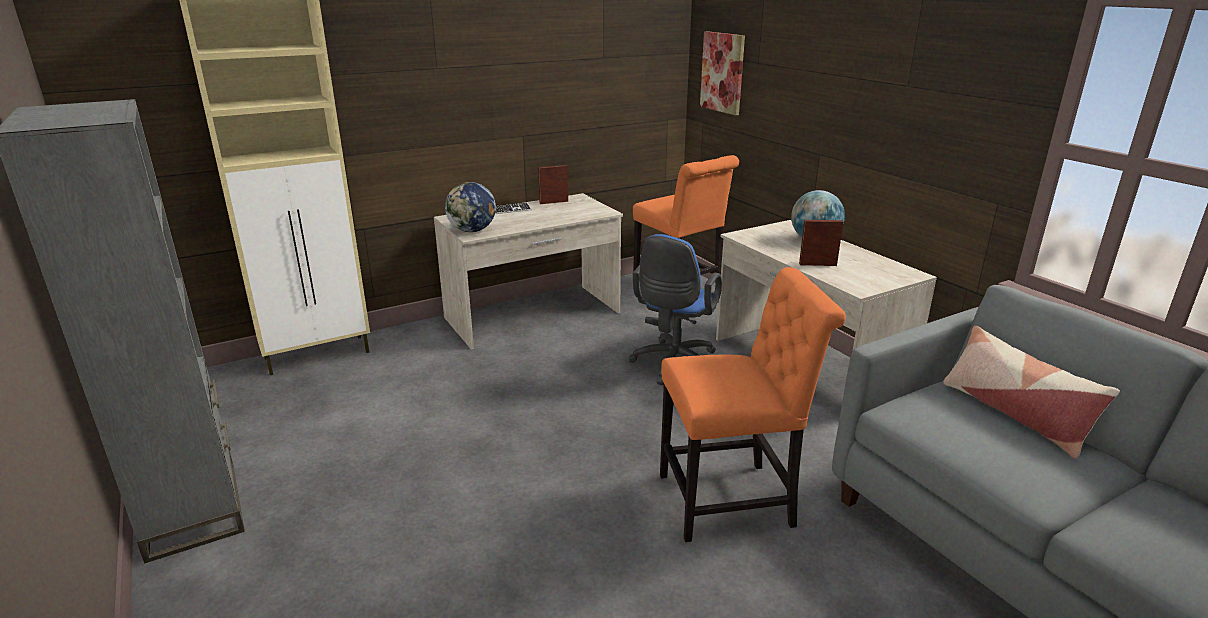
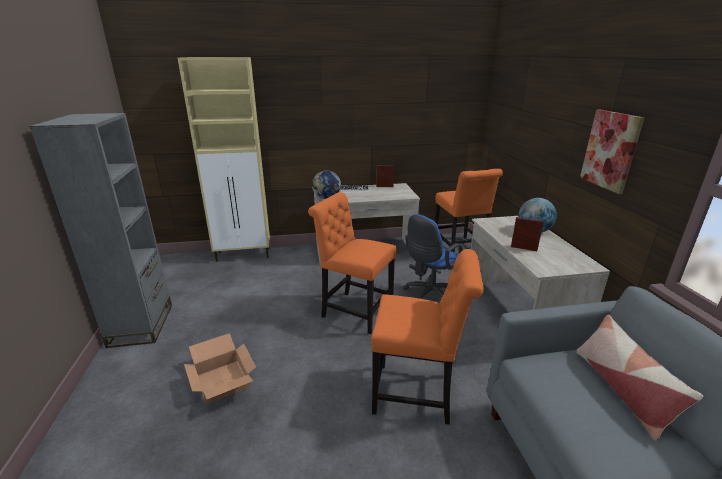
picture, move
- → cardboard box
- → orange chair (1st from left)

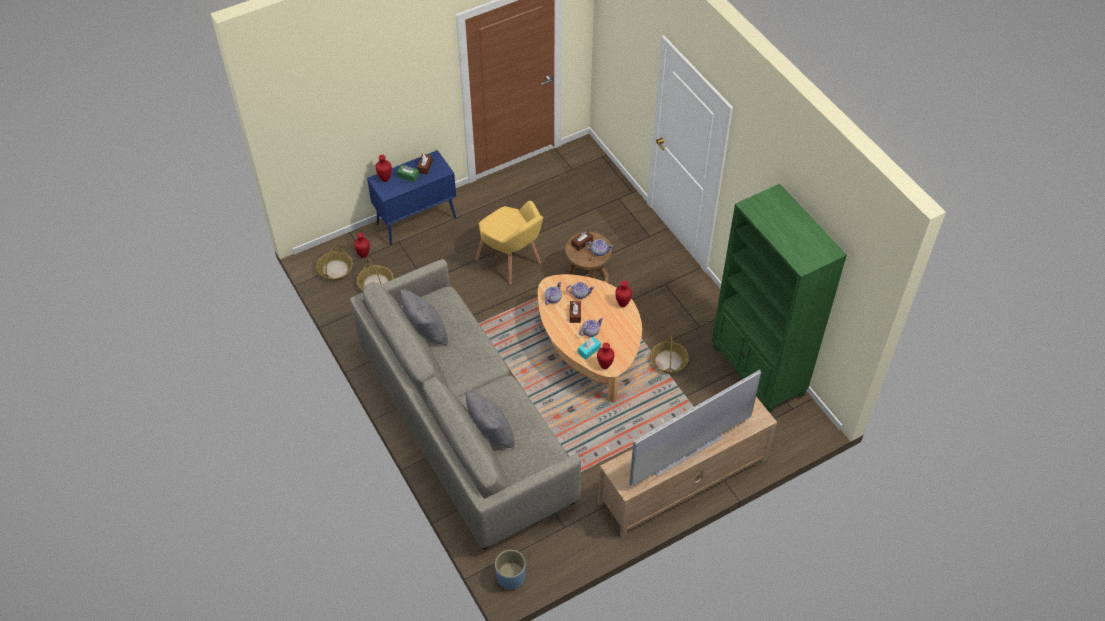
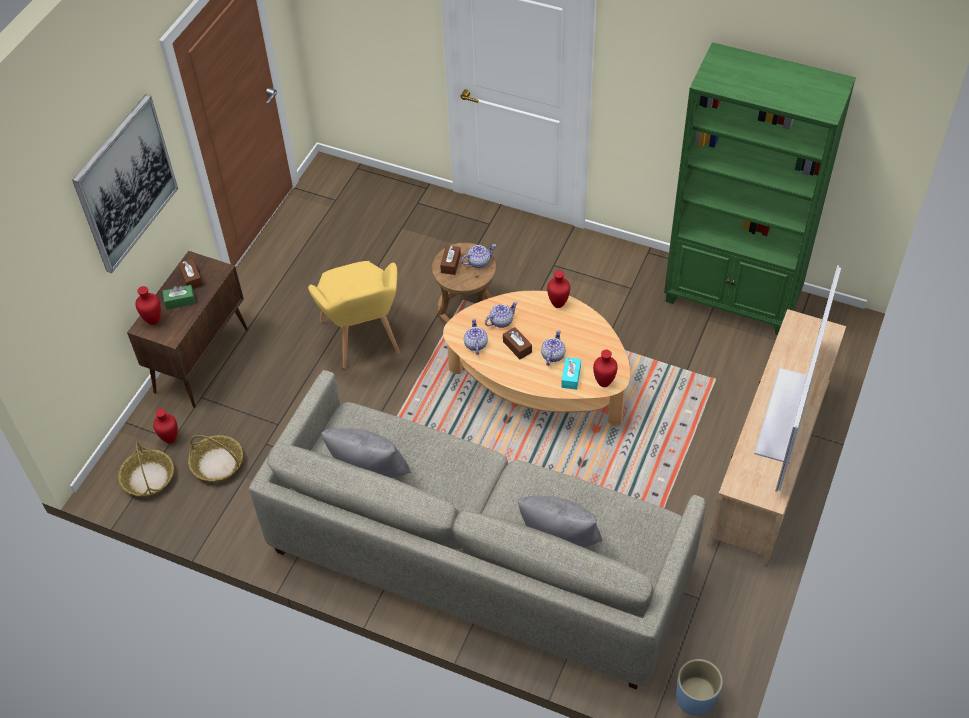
blue cabinet → brown cabinet
yellow armchair, 60 degrees clockwise
basket (3rd from left) → -
- → picture

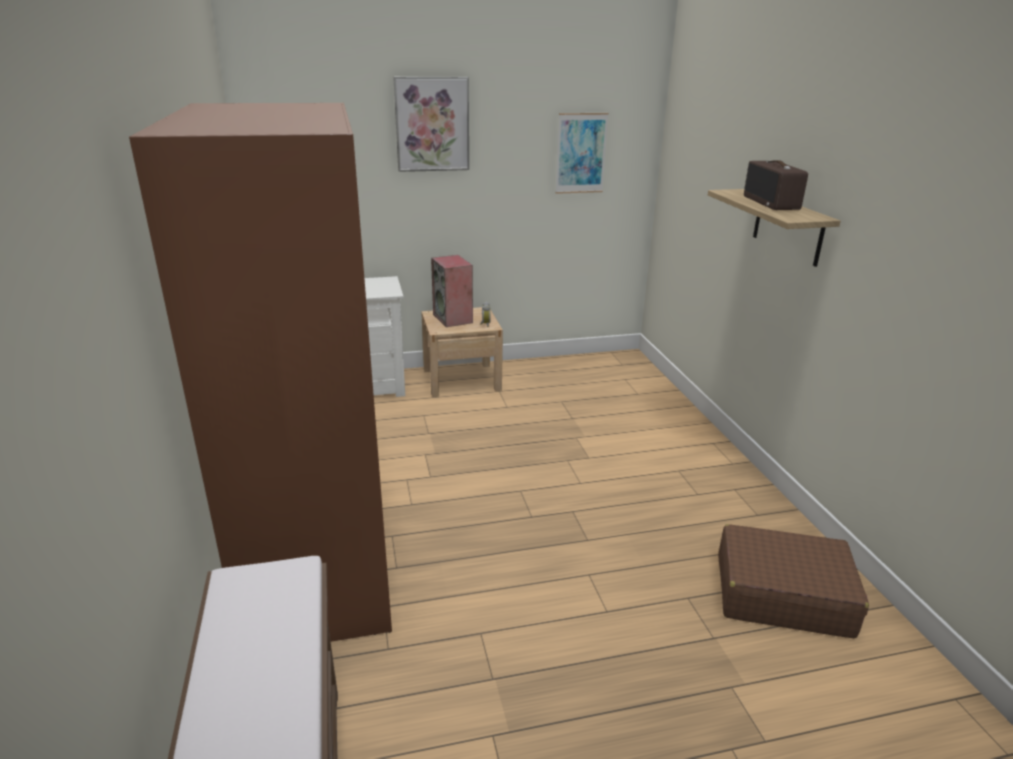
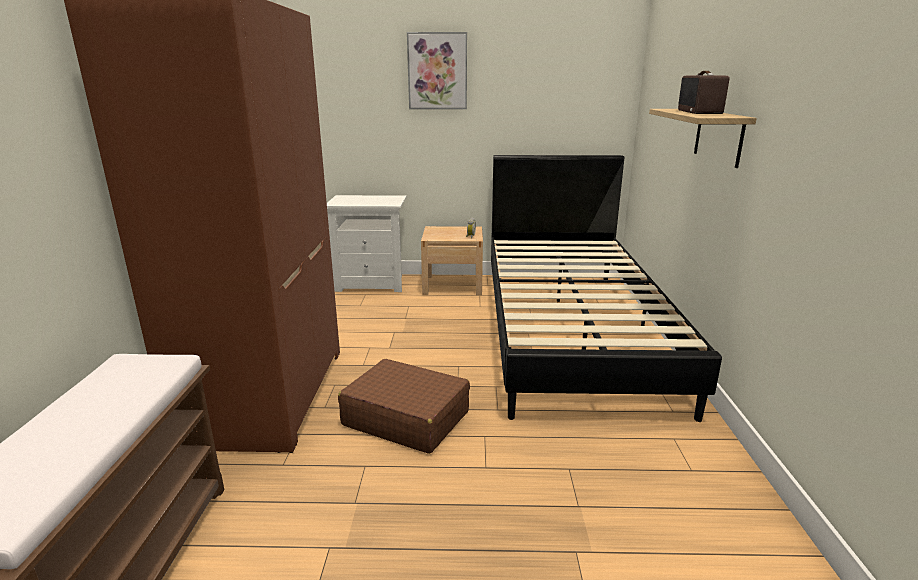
speaker → -
picture (2nd from left) → -
brown suitcase, move
- → black bed

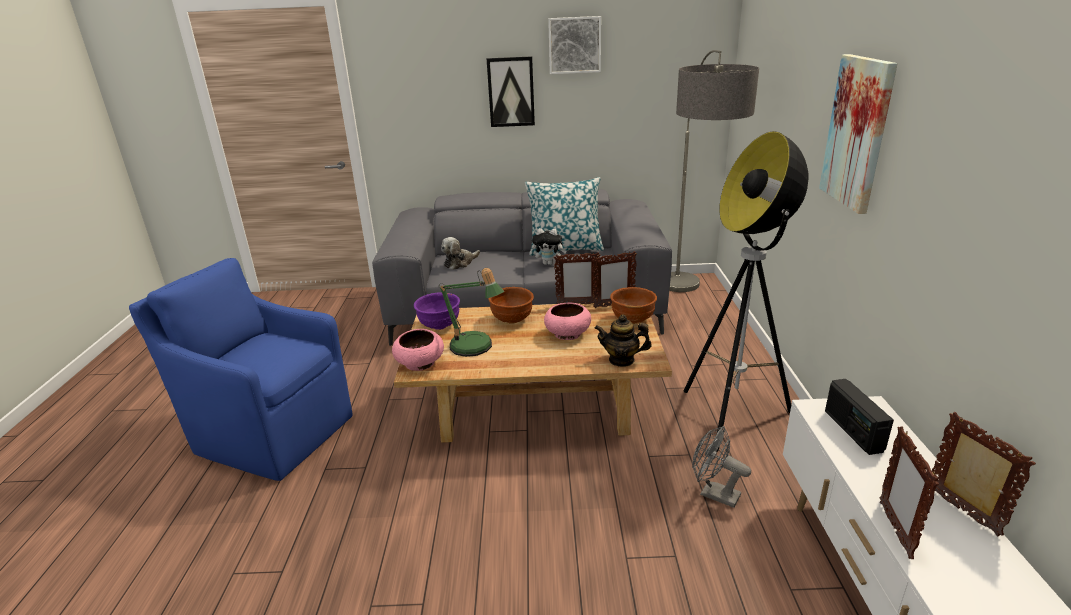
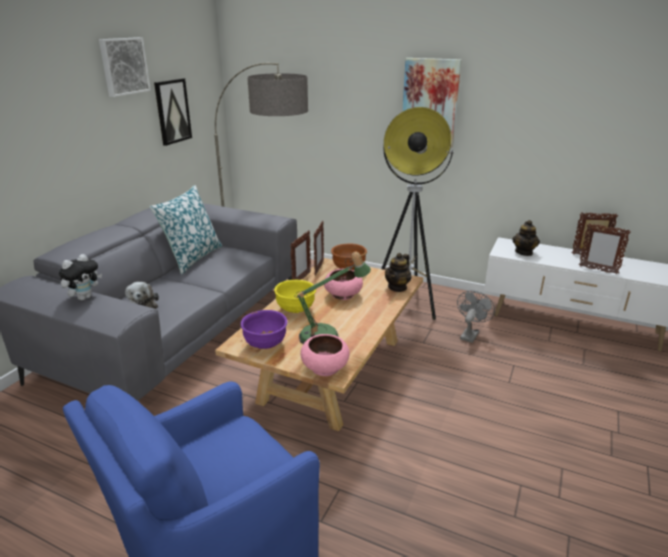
picture (1st from left in the first image) → picture (2nd from left), move
brown bowl (1st from left) → yellow bowl
plush toy (2nd from left in the first image) → plush toy (1st from left), move
grey fan, 150 degrees clockwise
radio → teapot (2nd from left)

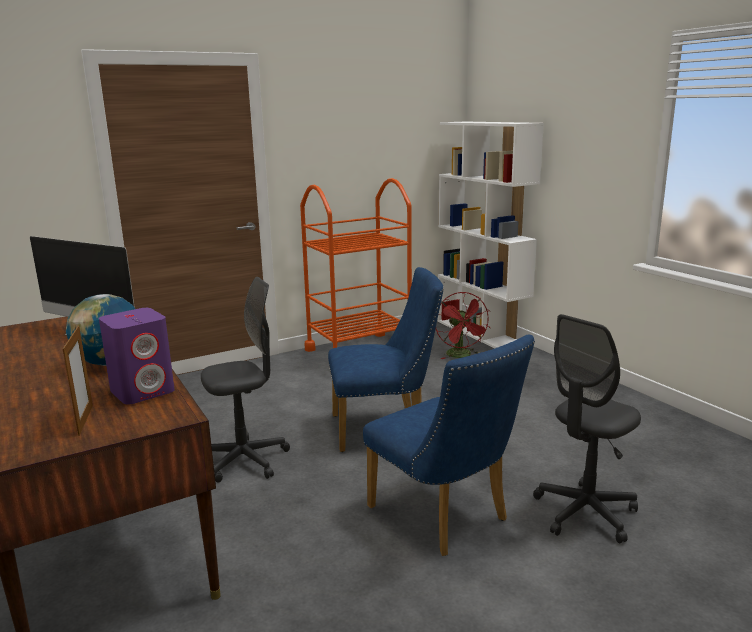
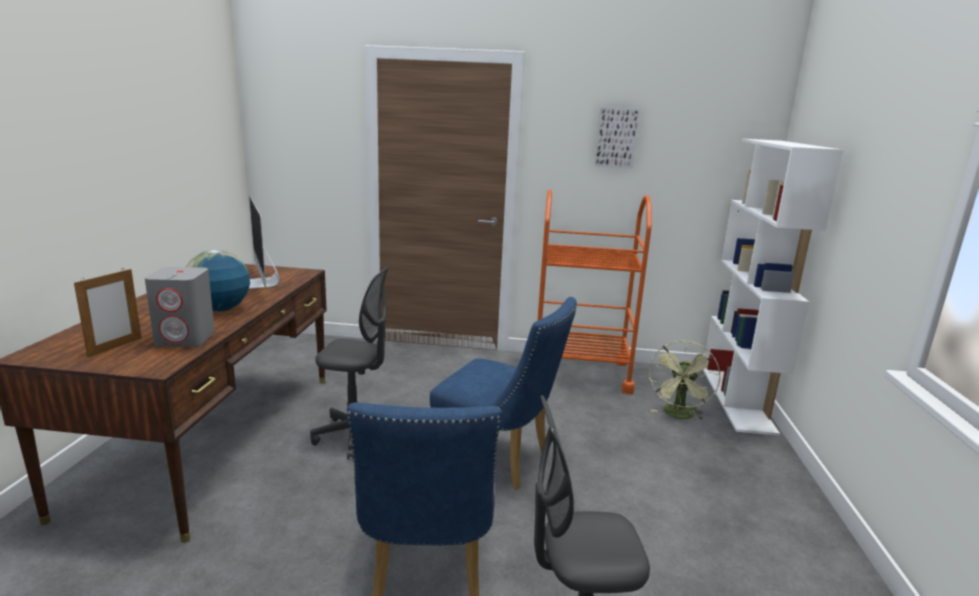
purple speaker → grey speaker
red fan → green fan
- → picture

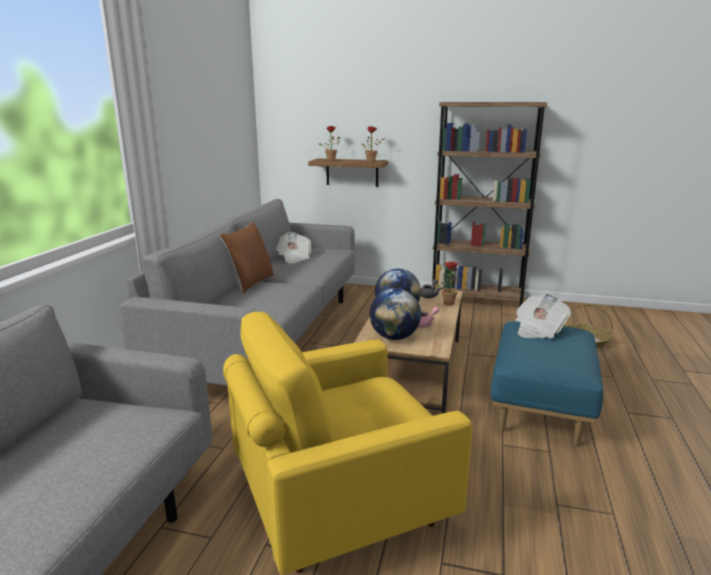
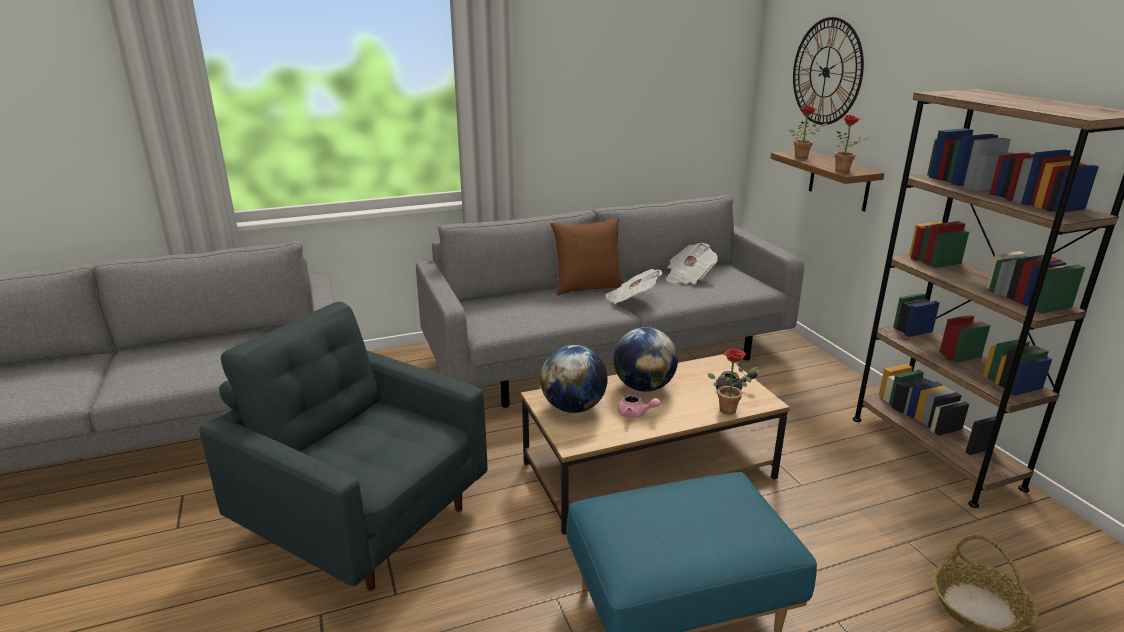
yellow armchair → grey armchair
newspaper (2nd from left in the first image) → newspaper (1st from left), move
- → wall clock

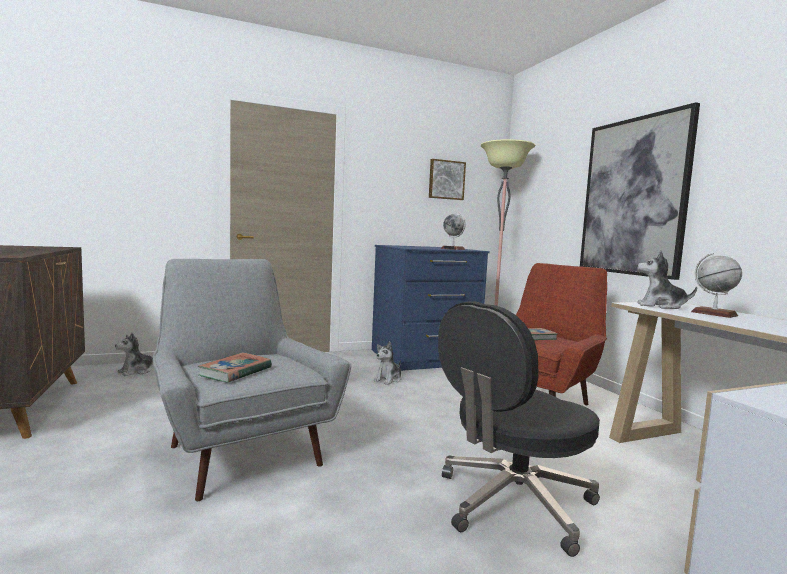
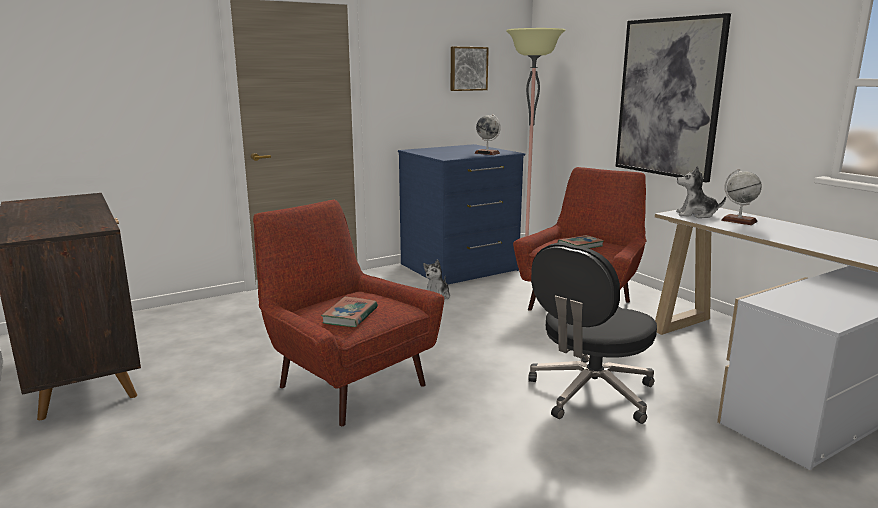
plush toy (1st from left) → -
grey armchair → red armchair (1st from left)

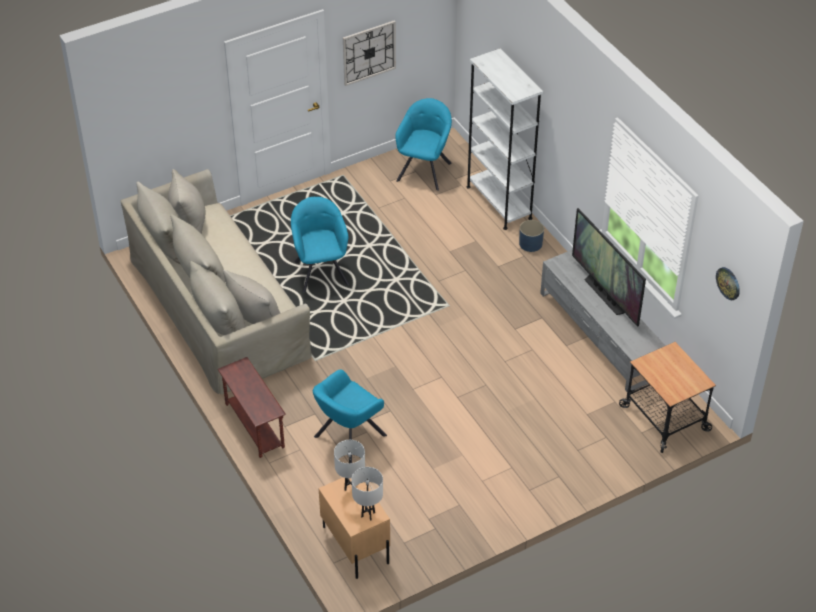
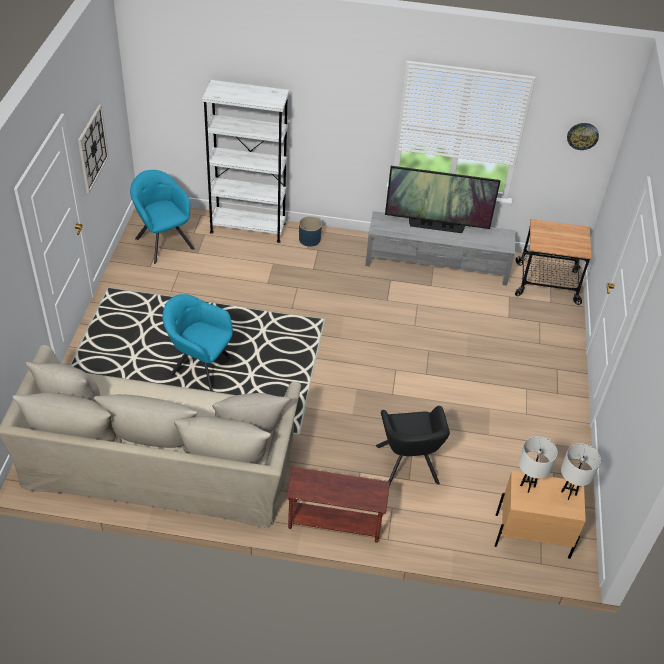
turquoise armchair (2nd from left) → black armchair

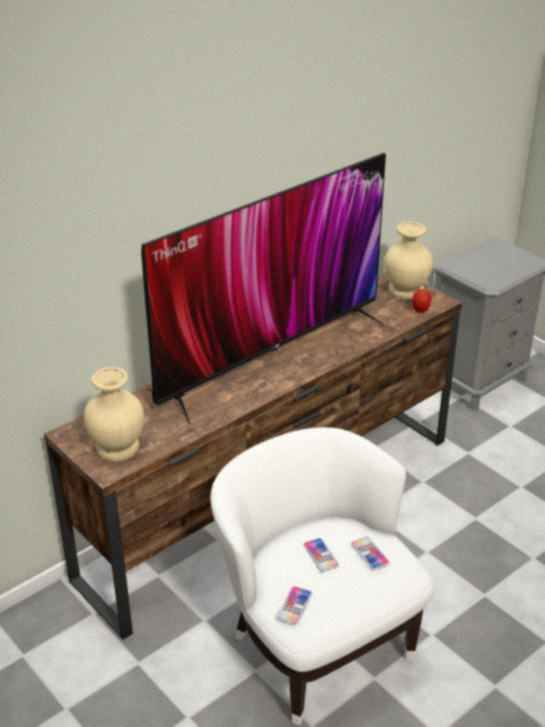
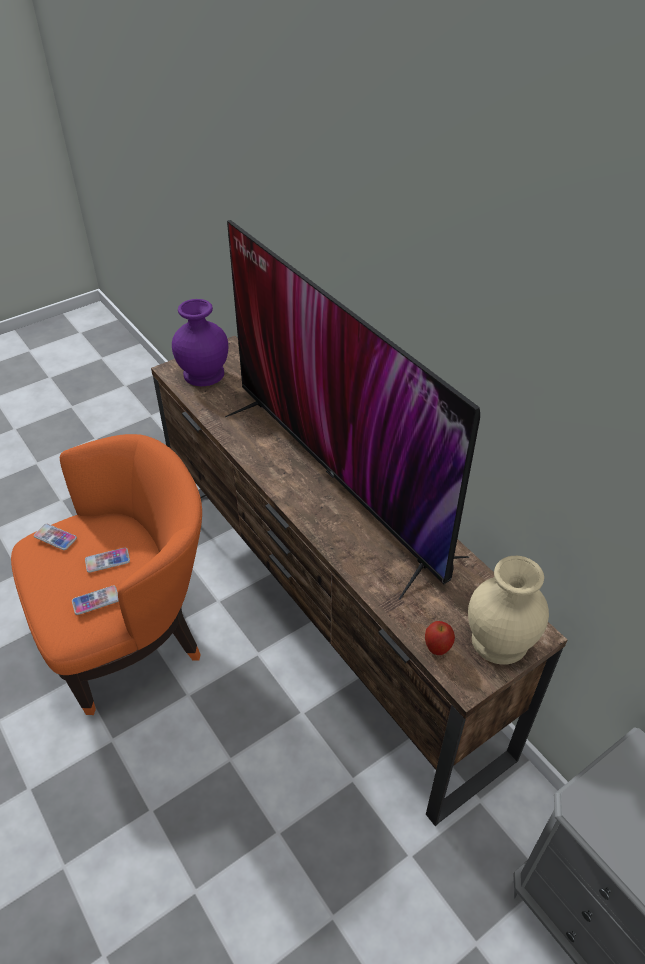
beige vase (1st from left) → purple vase
white armchair → orange armchair

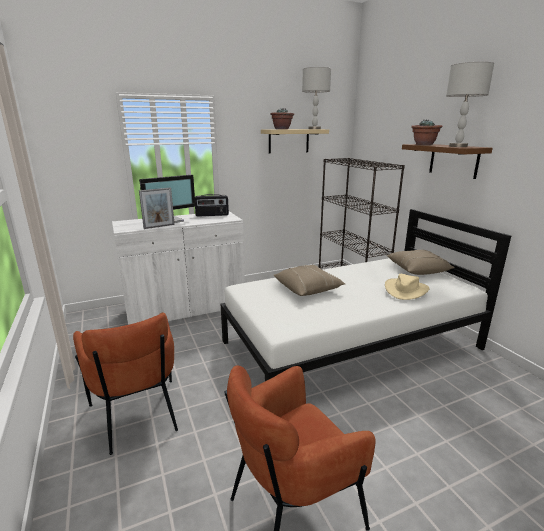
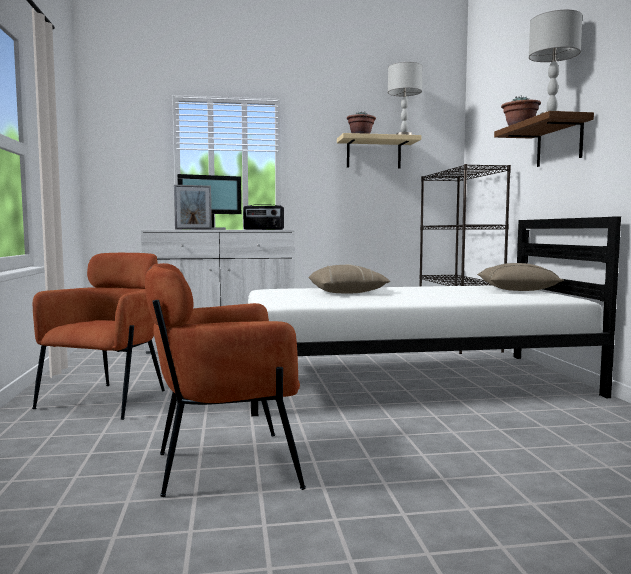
brown armchair (1st from left), 150 degrees counterclockwise
beige hat → -

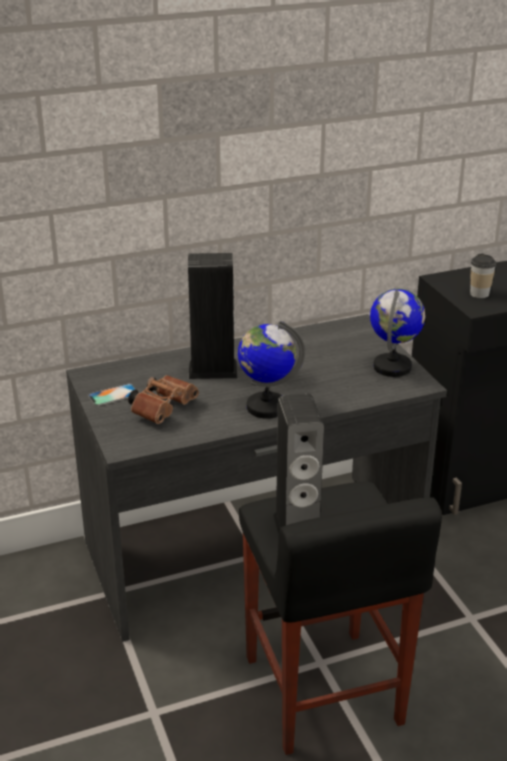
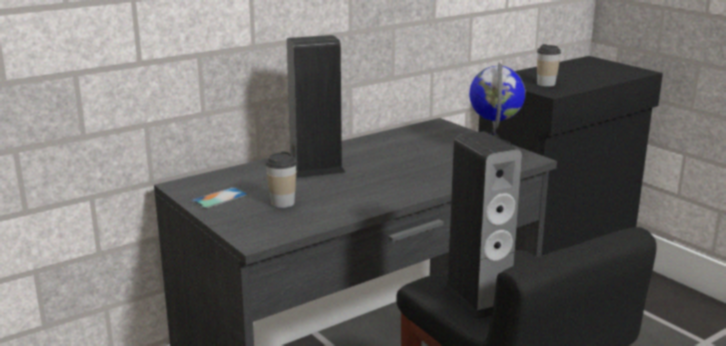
brown binoculars → cup (1st from left)
globe (1st from left) → -

